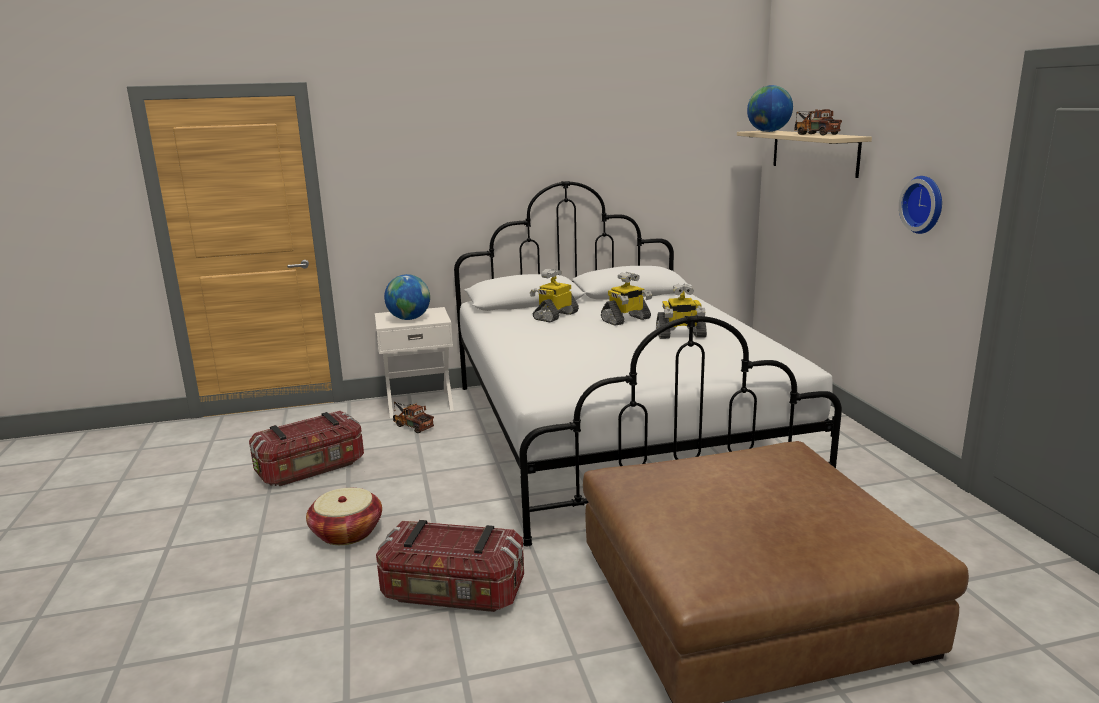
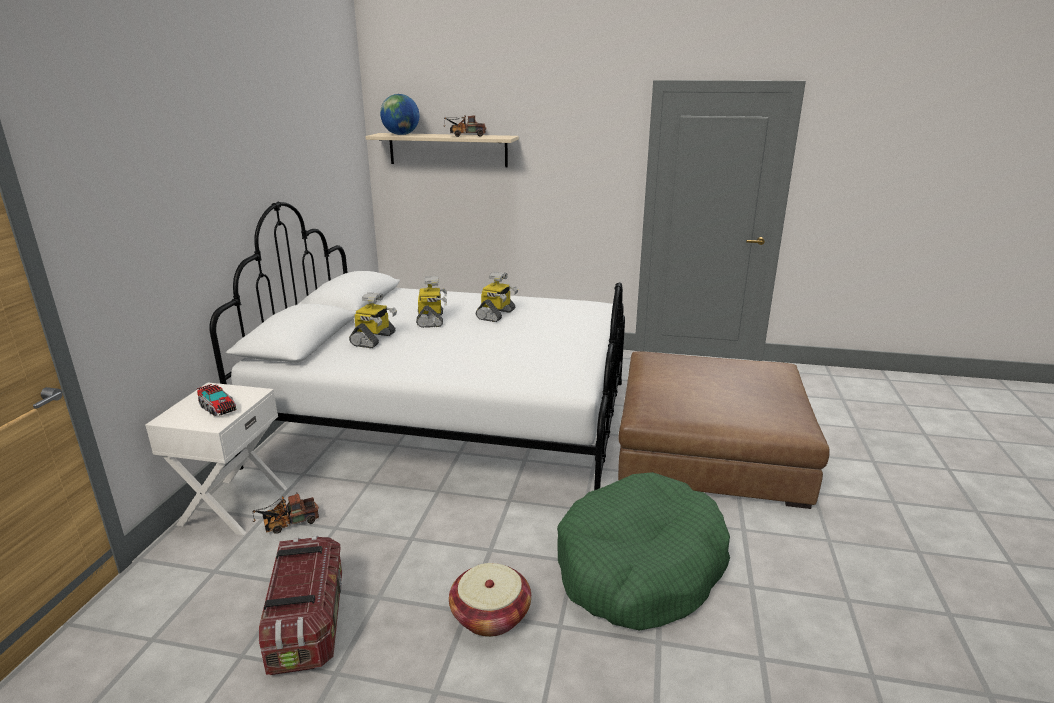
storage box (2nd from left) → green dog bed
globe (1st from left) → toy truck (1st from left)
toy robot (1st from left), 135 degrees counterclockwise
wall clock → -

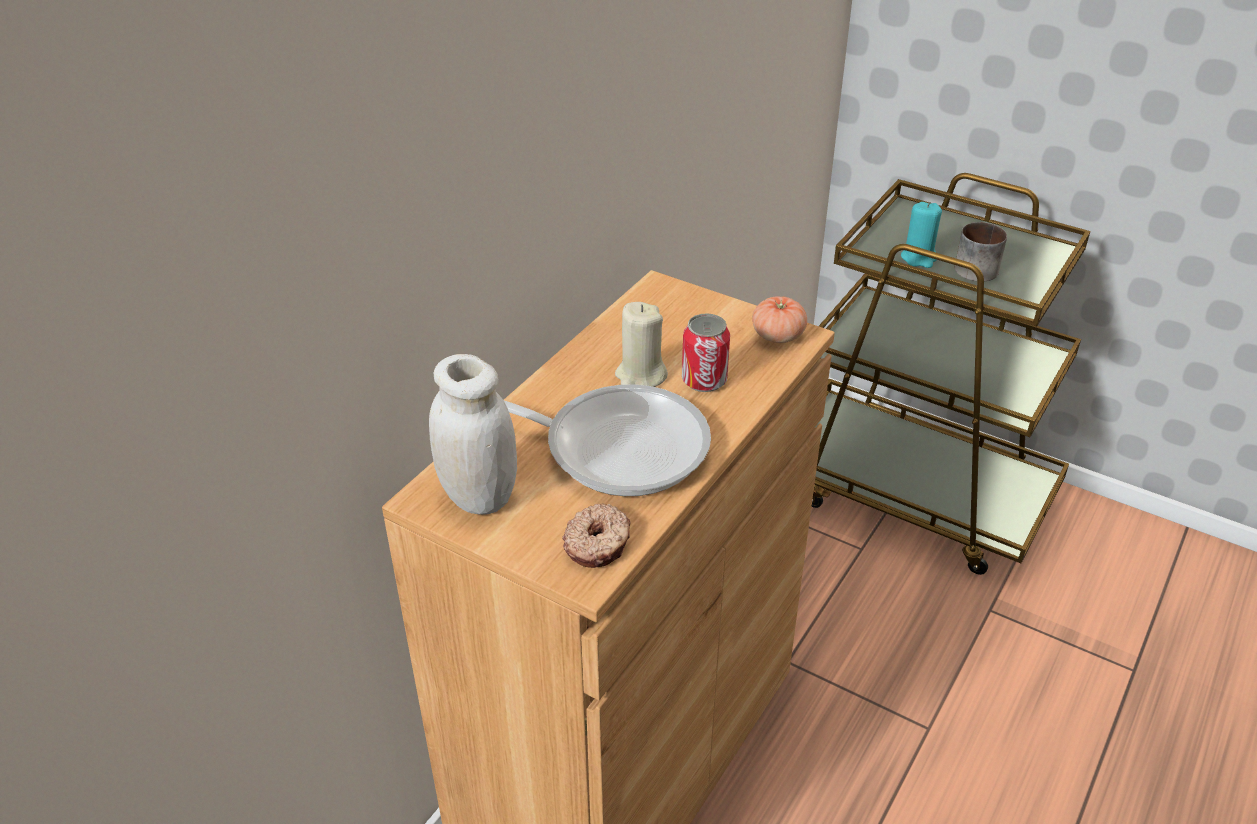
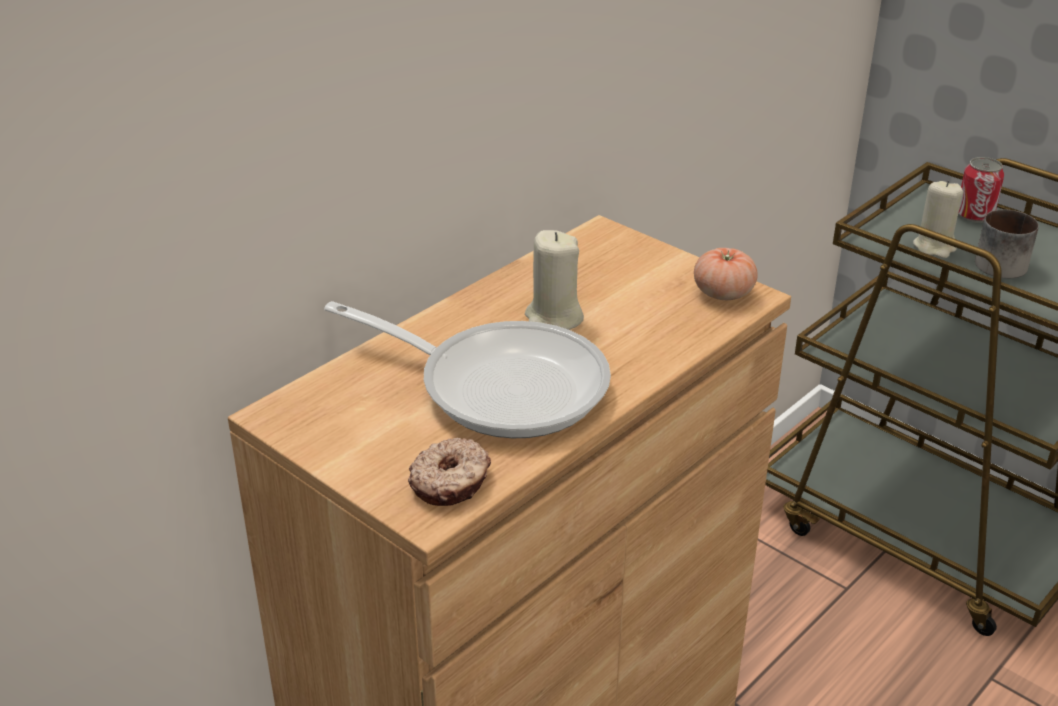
white jar → -
can, move
turquoise candle → beige candle (2nd from left)

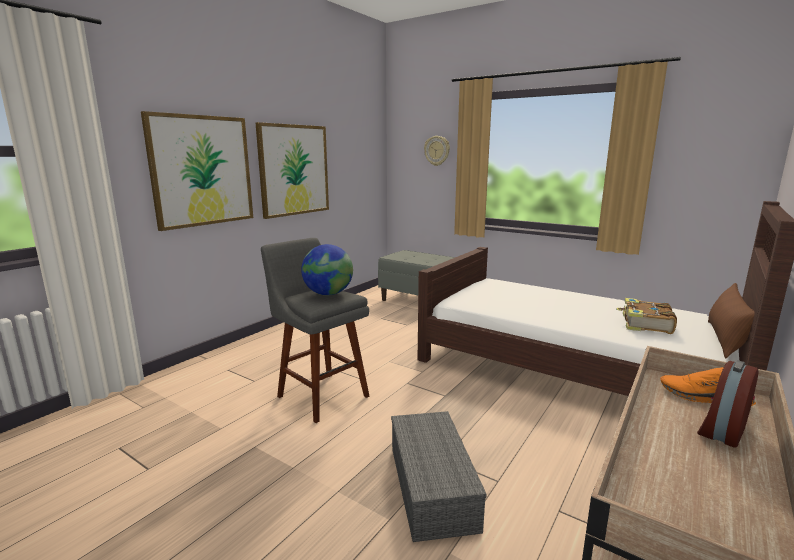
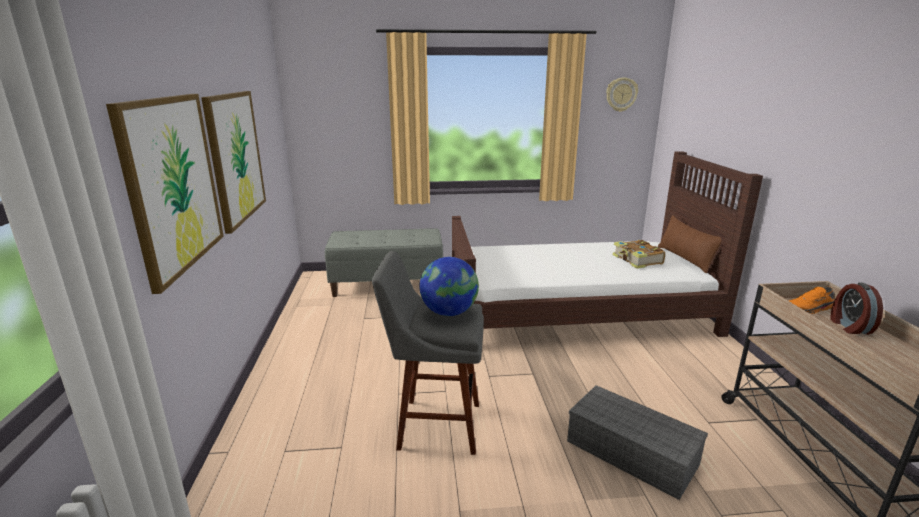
wall clock, move

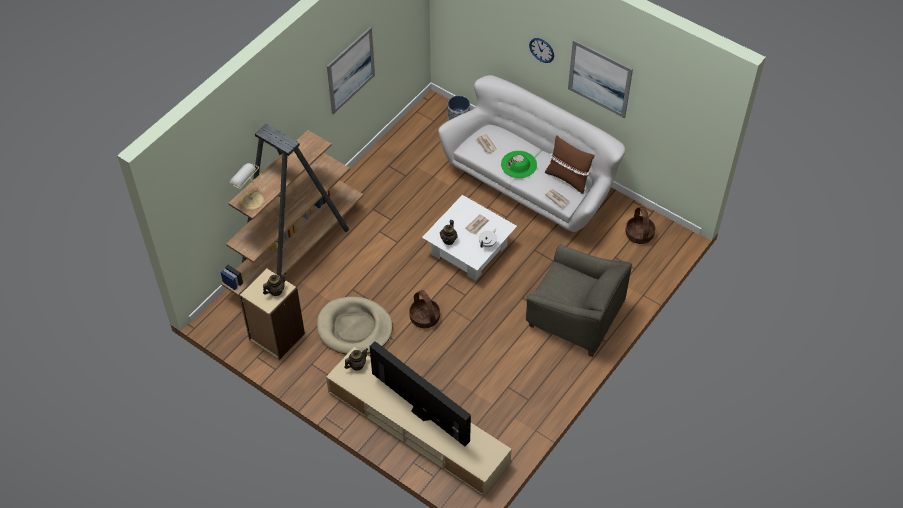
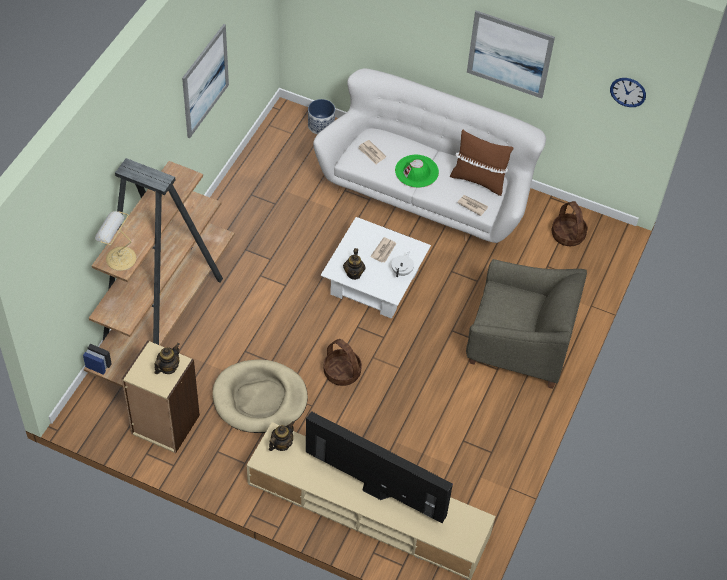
wall clock, move

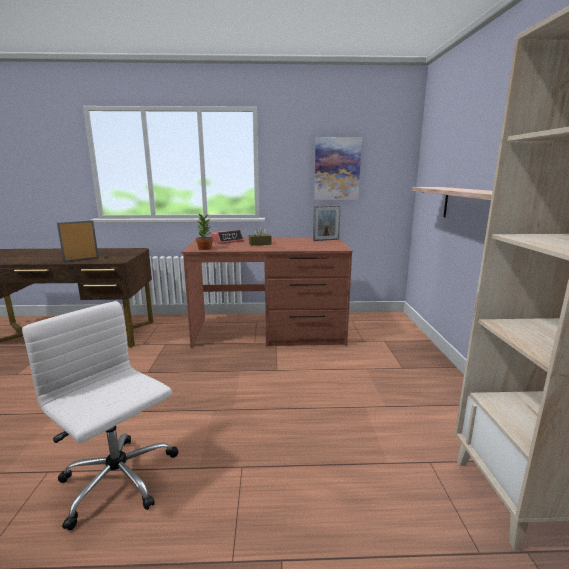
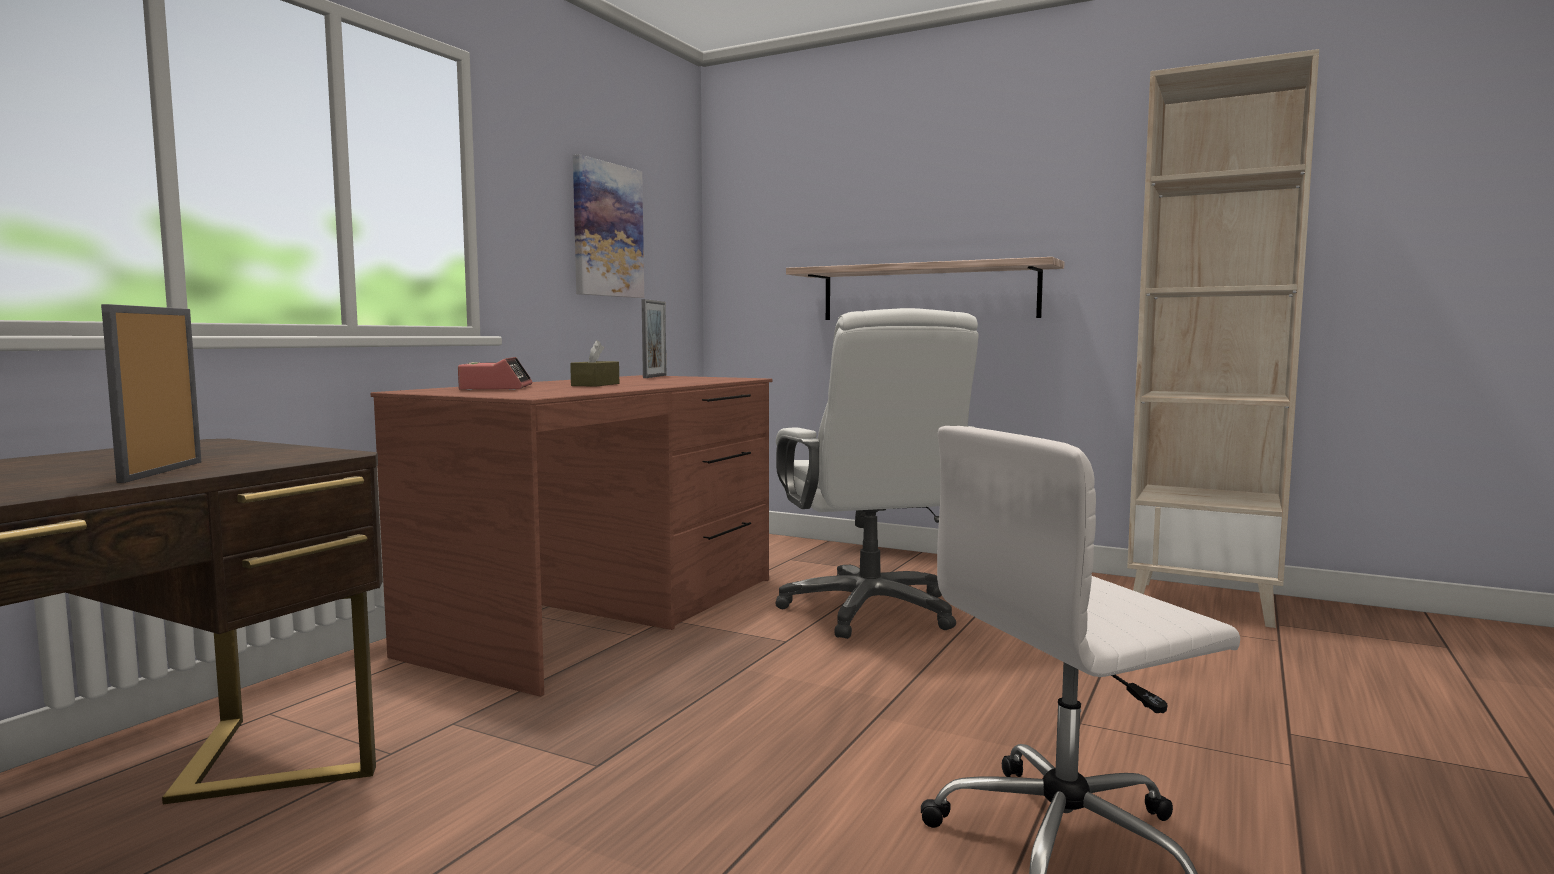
potted plant → -
- → white office chair (1st from left)

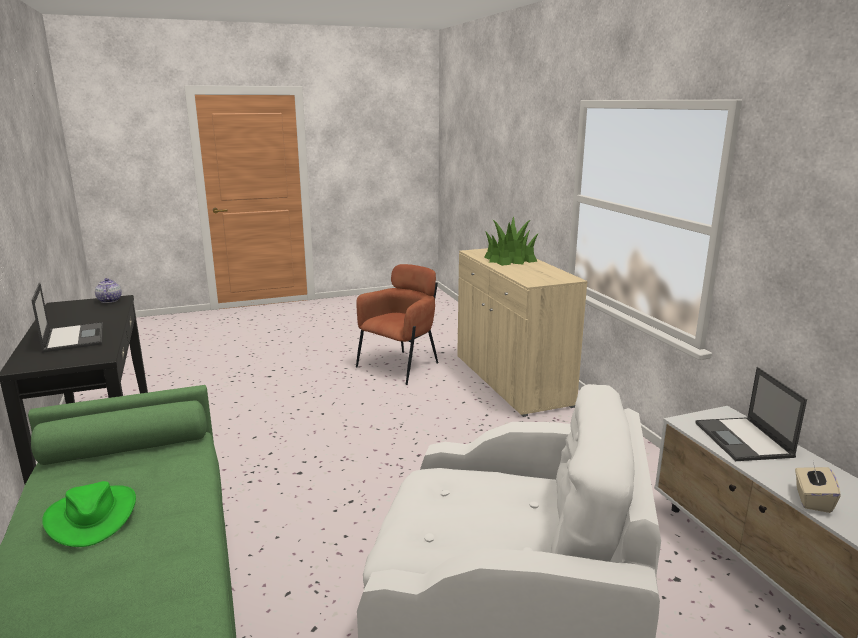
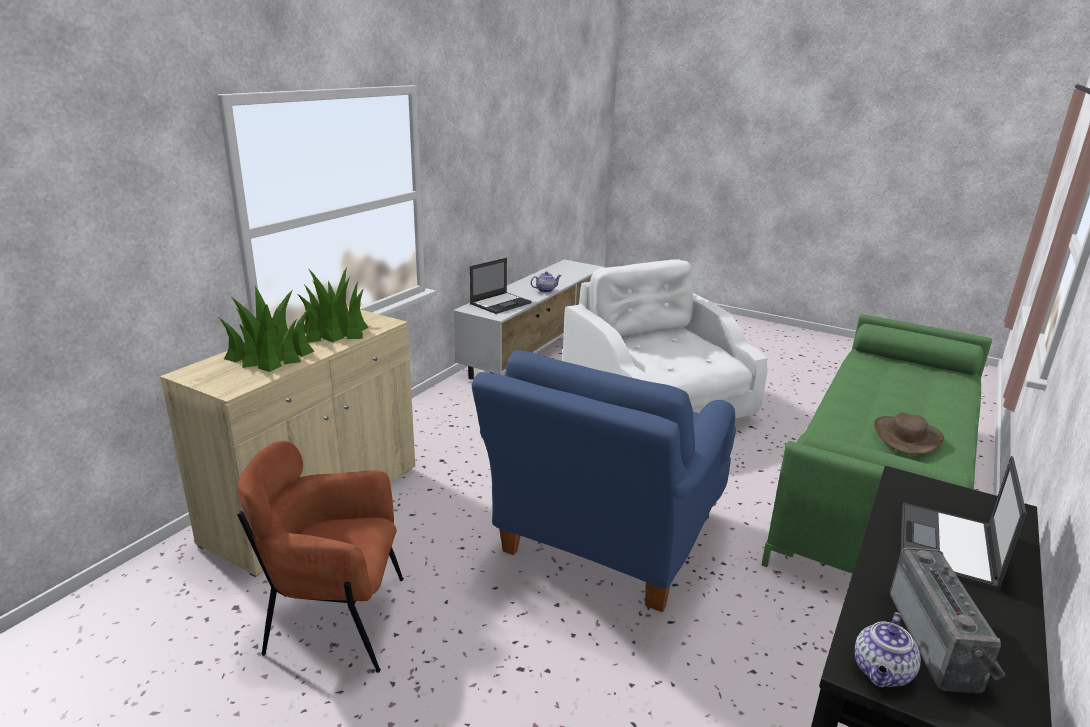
green hat → brown hat
beige tissue box → teapot (1st from left)
- → potted plant (2nd from left)
- → blue armchair
- → radio

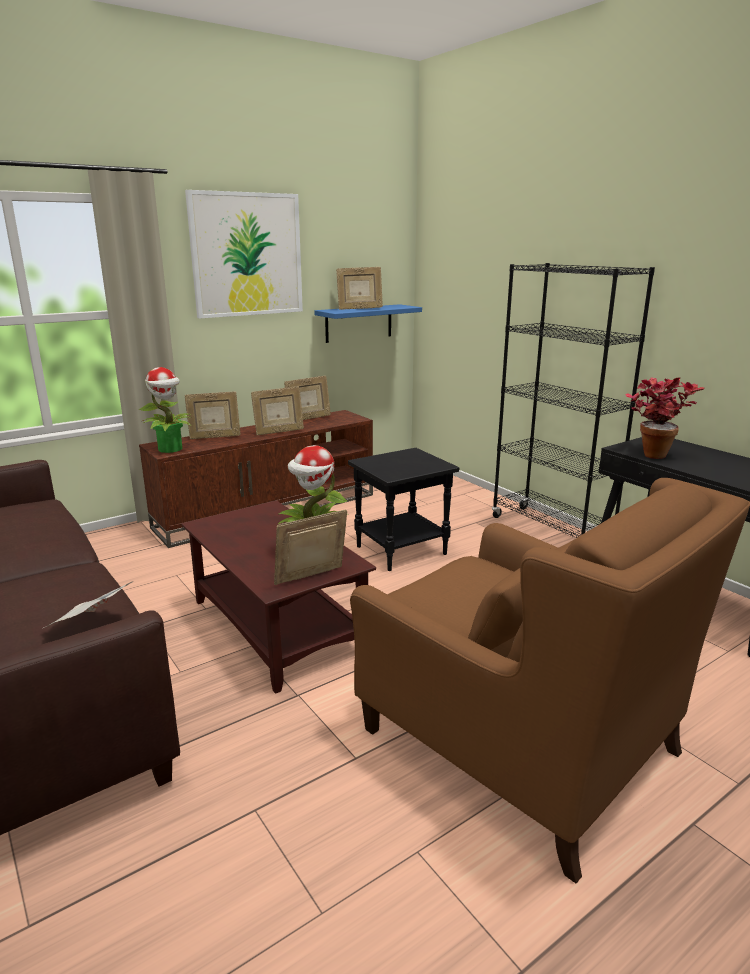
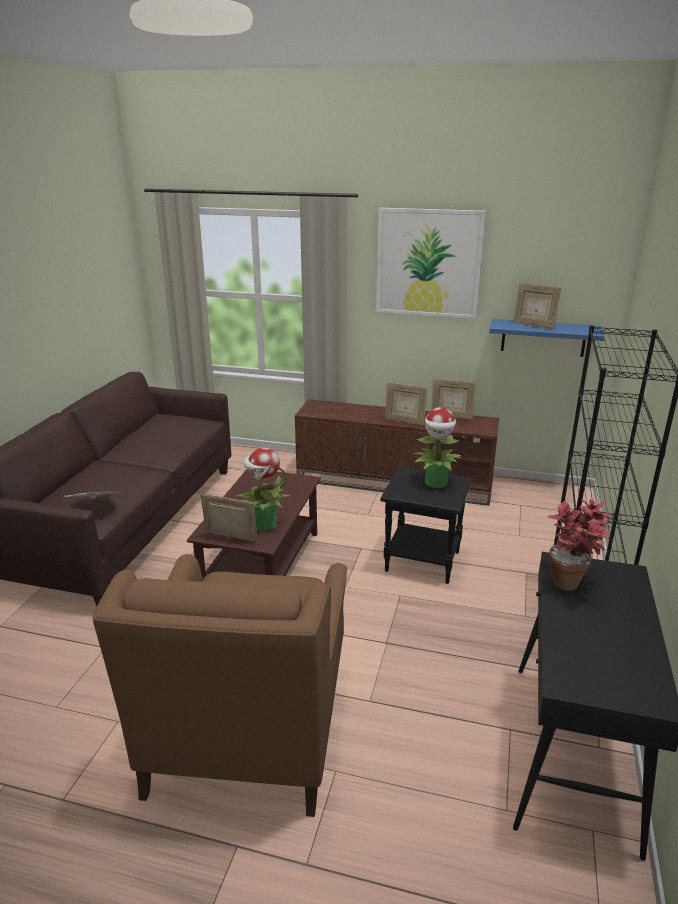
potted plant (1st from left in the first image) → potted plant (2nd from left), move
picture frame (1st from left) → -

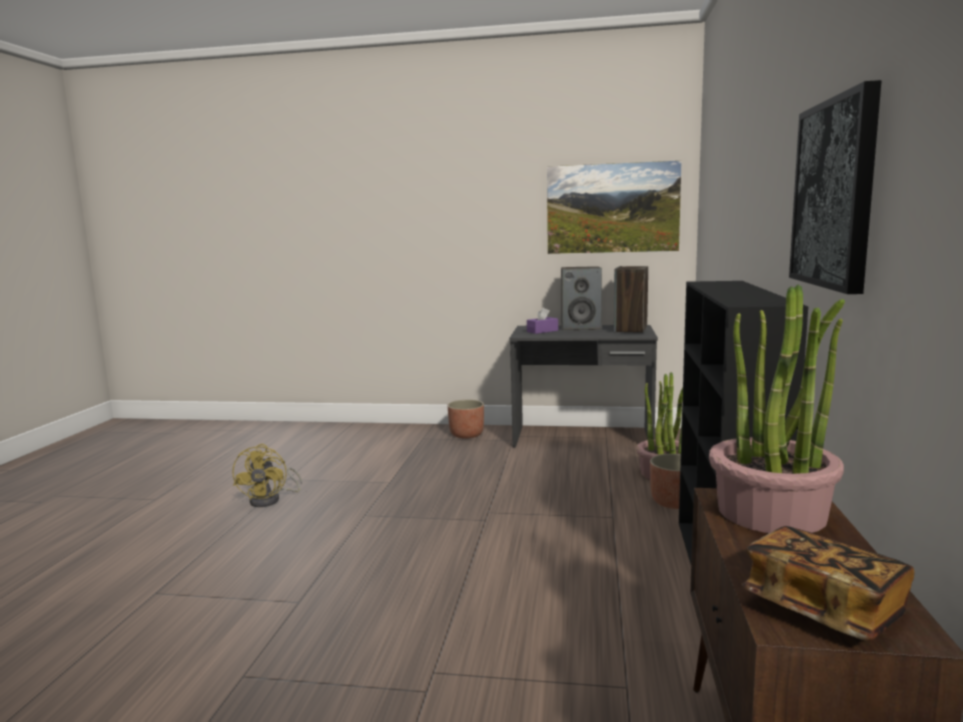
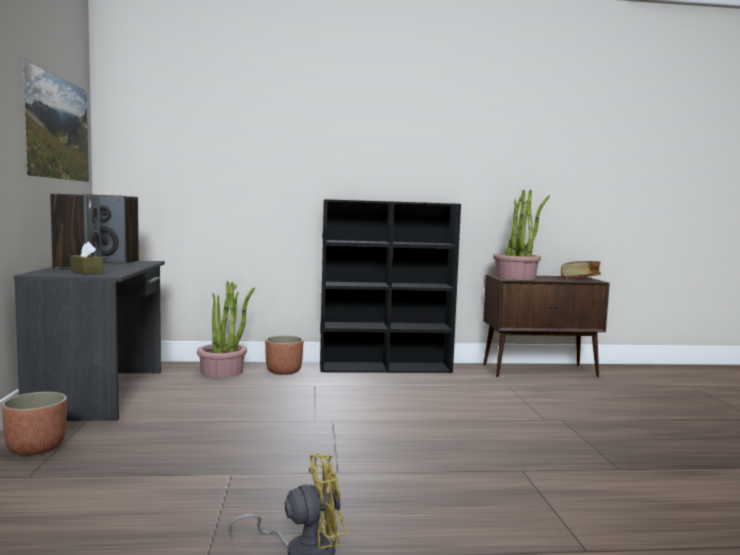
purple tissue box → brown tissue box
picture (2nd from left) → -

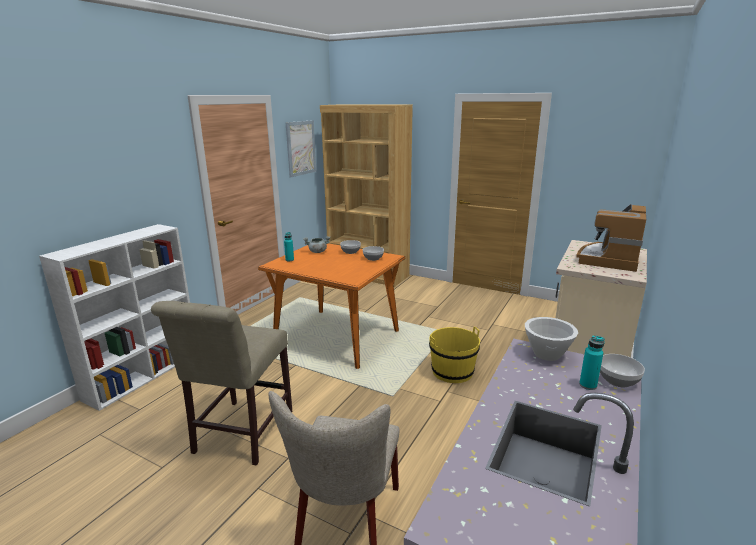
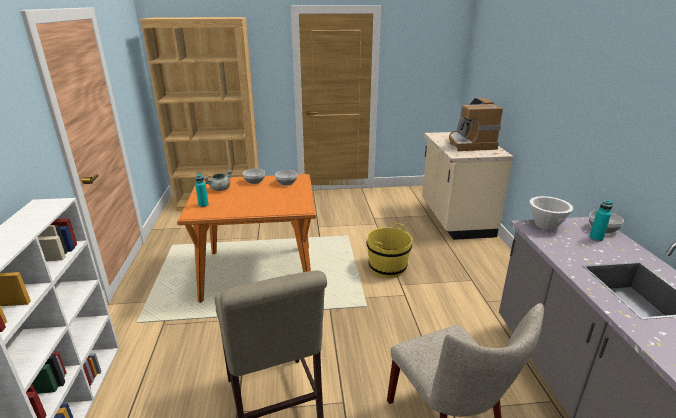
picture → -

